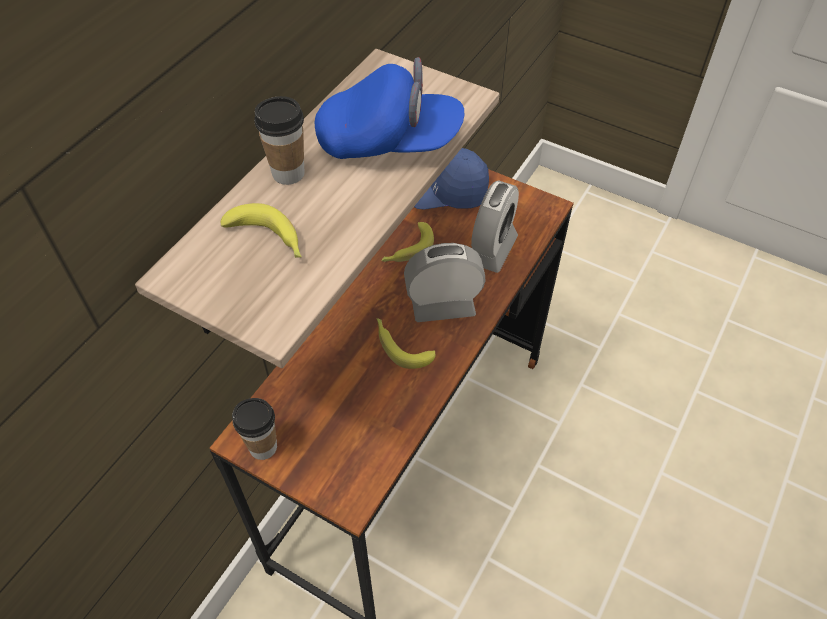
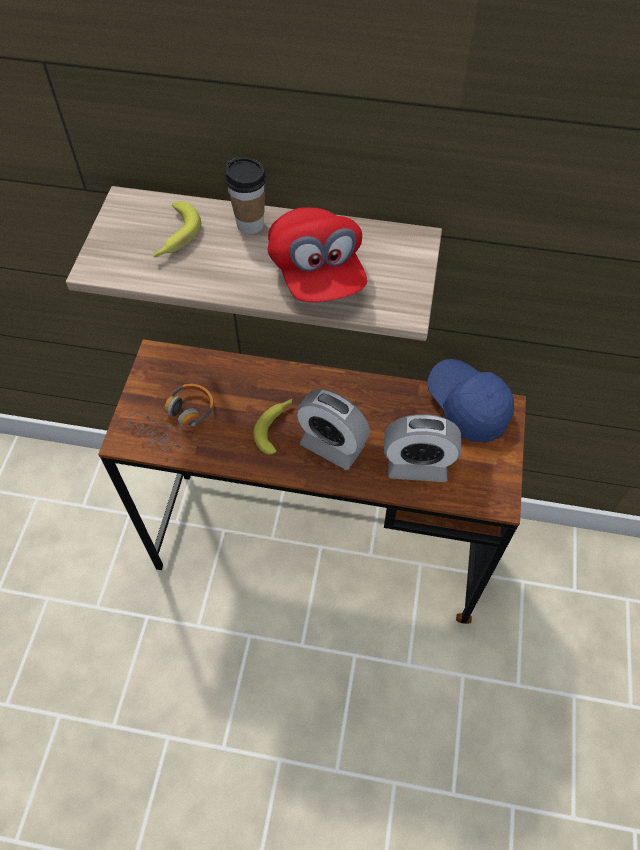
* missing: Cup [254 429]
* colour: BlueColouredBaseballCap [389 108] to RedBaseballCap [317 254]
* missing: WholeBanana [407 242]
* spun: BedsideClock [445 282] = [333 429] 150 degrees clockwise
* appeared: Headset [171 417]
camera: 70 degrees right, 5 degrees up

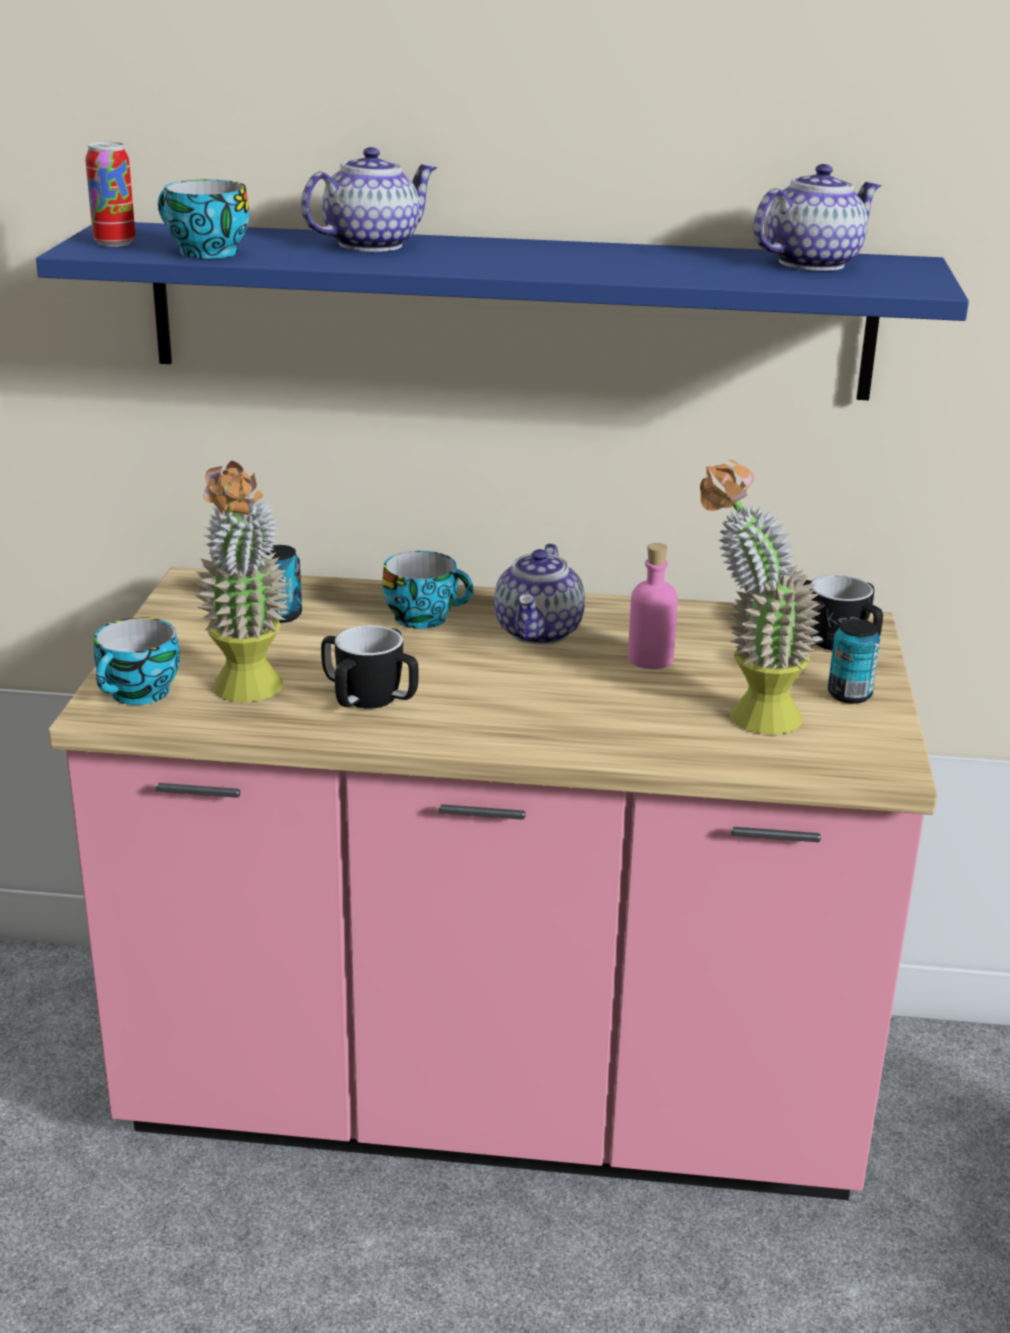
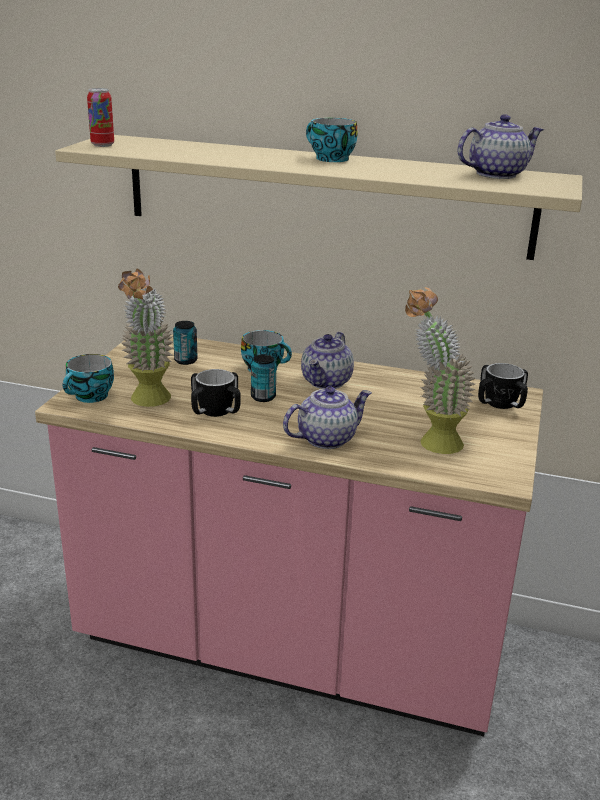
* colour: BlueColouredShelf [502 311] to BeigeColouredShelf [318 197]
* relocated: Cup [203 219] to [332 140]
* relocated: PotForTea [369 199] to [327 417]
* missing: PinkColouredBottle [653 606]
* relocated: MetalCan [854 661] to [263 378]
camera: 10 degrees right, 0 degrees up

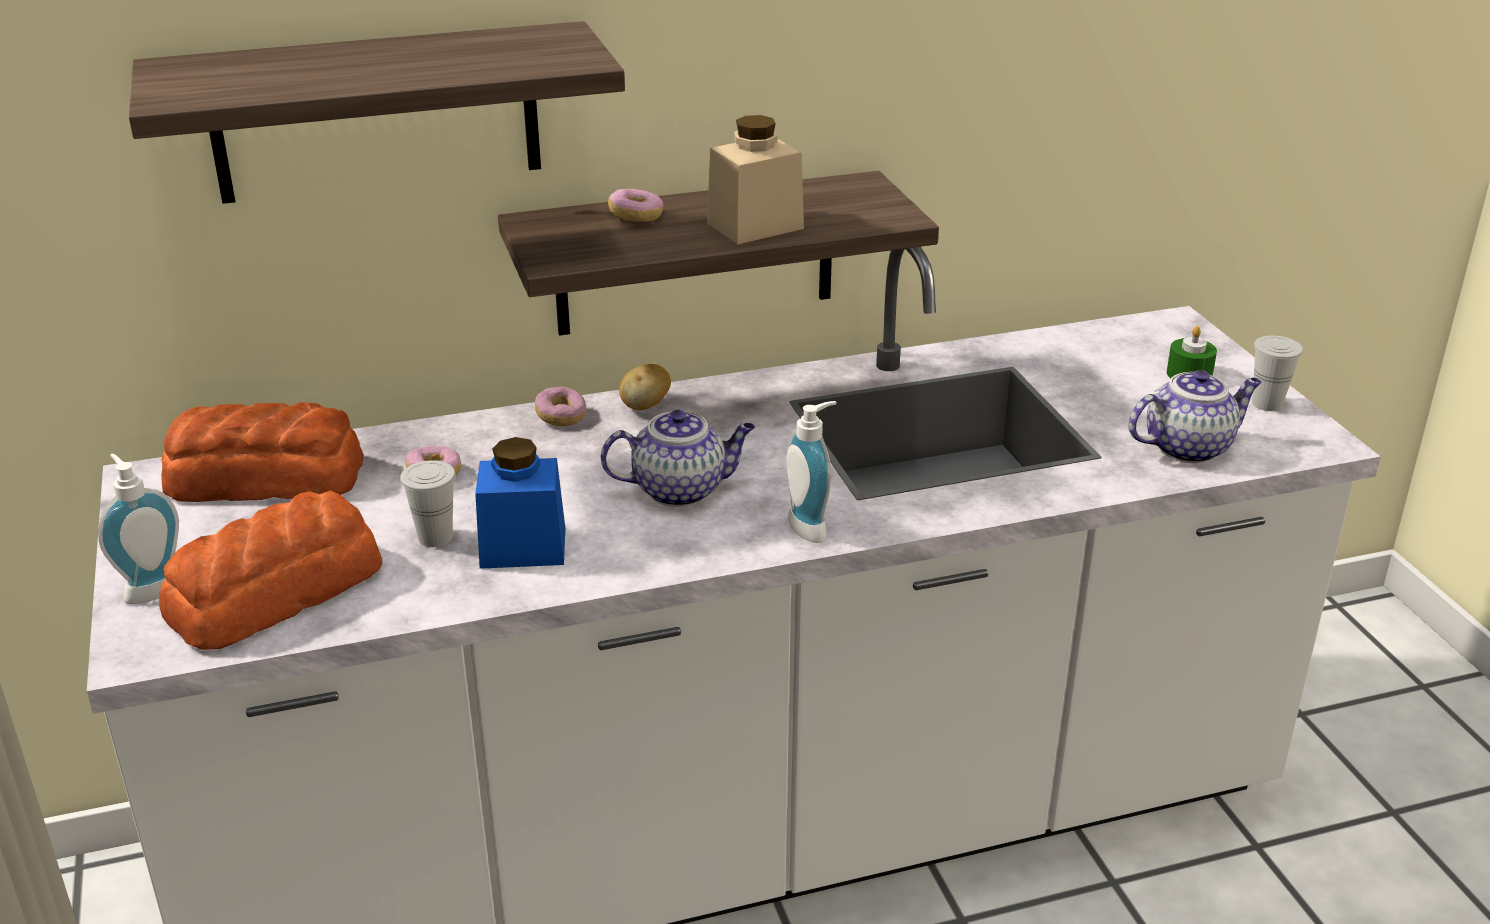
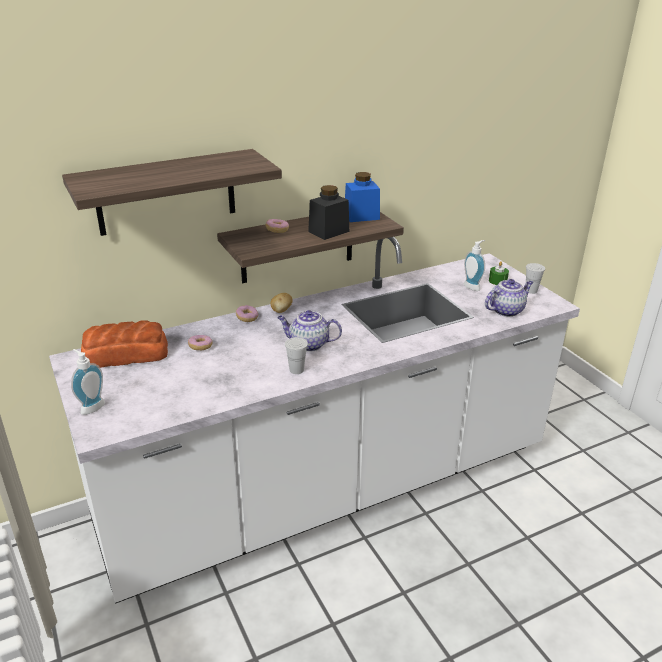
* missing: Bread [270 570]
* relocated: WhiteCup [428 503] to [296 355]
* relocated: BlueColouredPreserveJar [520 503] to [362 197]
* spun: PotForTea [678 458] = [309 331] 150 degrees counterclockwise
* colour: BeigeColouredPreserveJar [755 179] to BlackPreserveJar [328 212]
* relocated: SoapDispenser [812 472] to [474 265]
camera: 10 degrees left, 0 degrees up

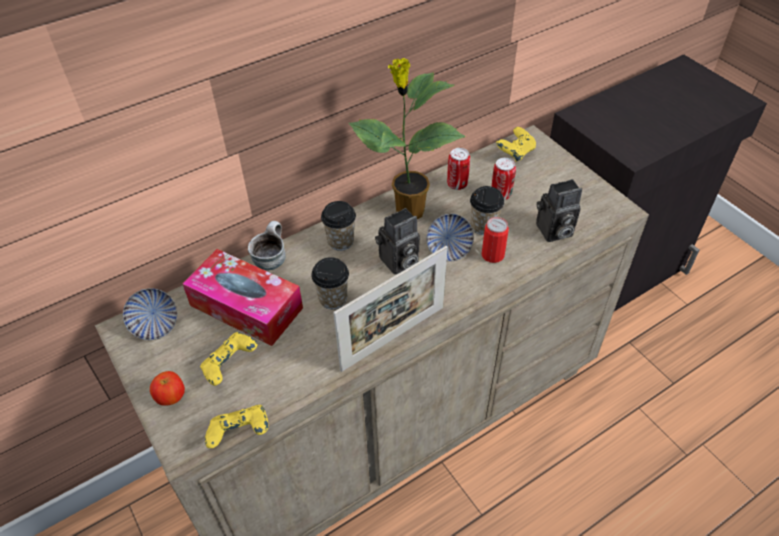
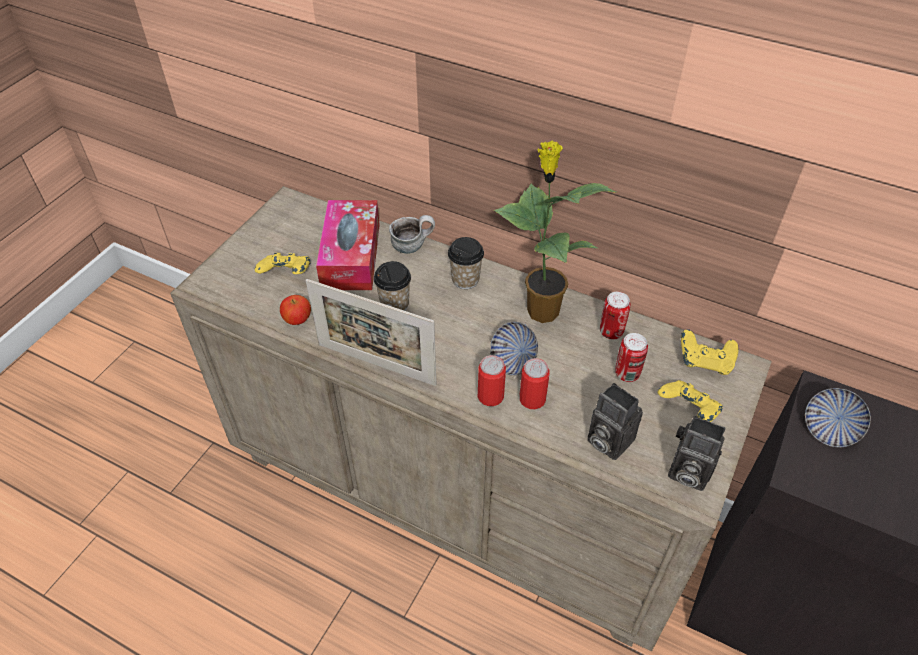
* relocated: DeepDish [150 314] to [838 417]
* relocated: WholeApple [167 388] to [295 310]
* relocated: YellowColouredGamepad [236 426] to [690 401]
* relocated: PhotoCamera [397 241] to [696 453]
* missing: Cup [487 210]
* appeared: MetalCan [492 380]
camera: 60 degrees right, 0 degrees up

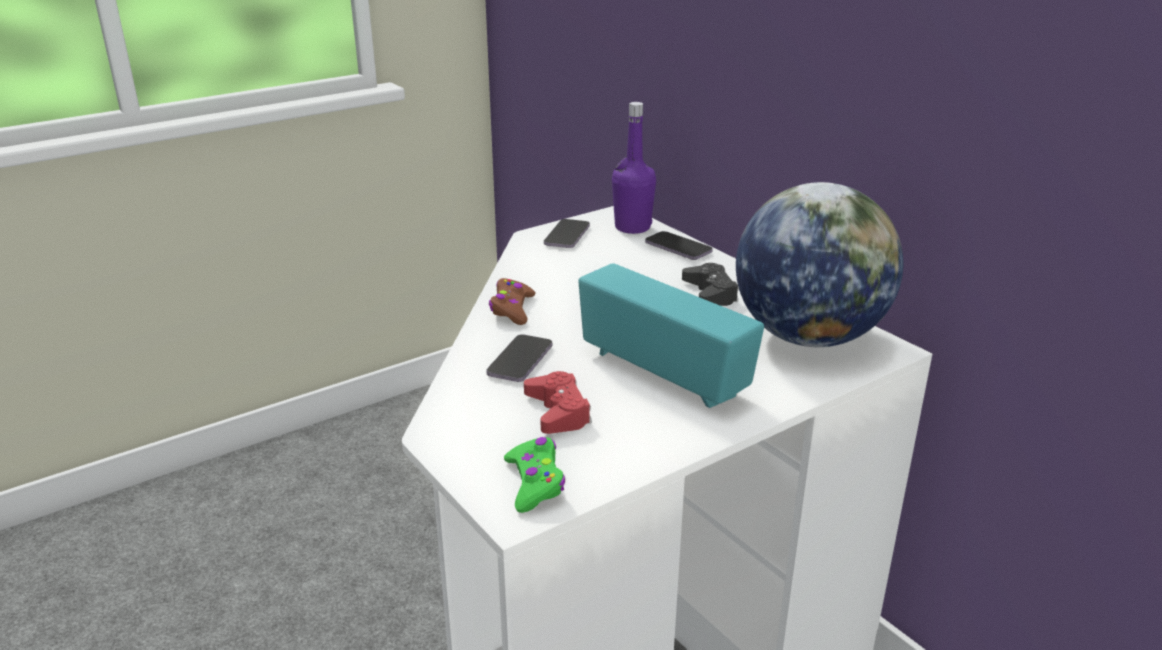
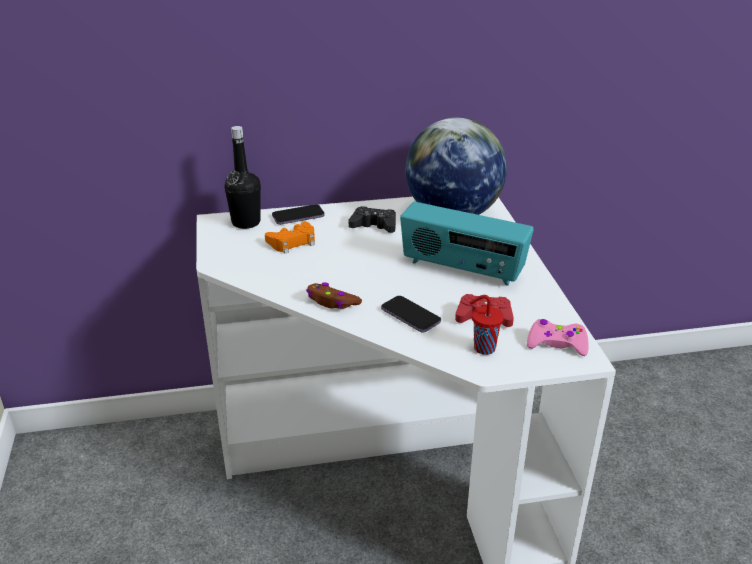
* colour: GreenishGamepad [534 475] to PinkColouredGamepad [558 337]
* missing: Handset [567 233]
* spun: RadioSet [671 336] = [467 244] 135 degrees counterclockwise
* colour: PurpleBottle [634 168] to BlackBottle [243 177]
* appeared: OrangeColouredGamepad [290 238]
* appeared: RedCup [487 325]
camera: 65 degrees left, 5 degrees up

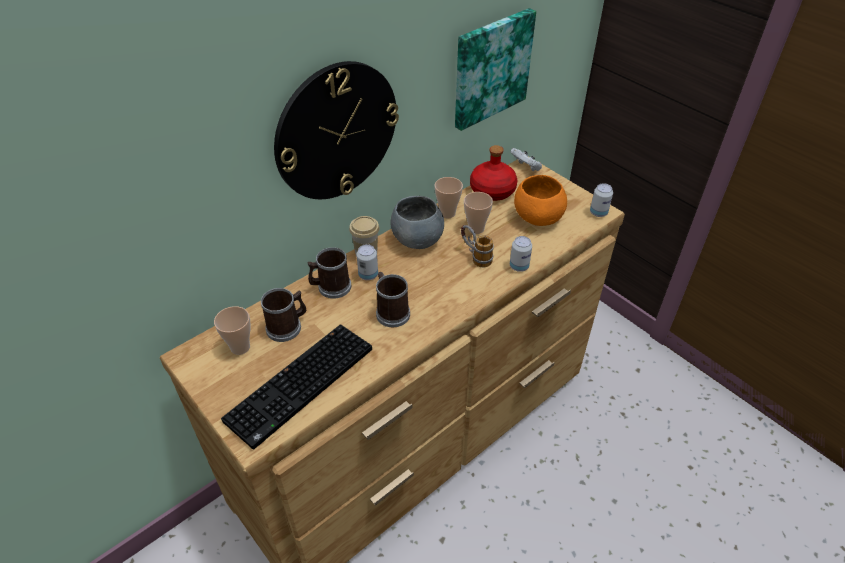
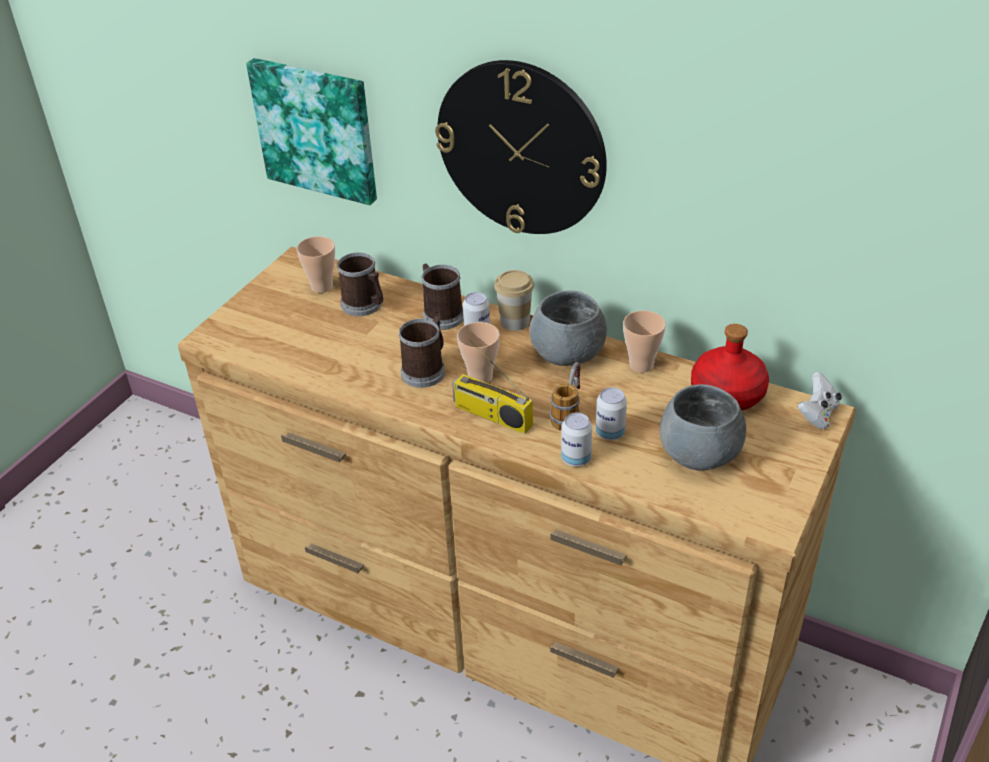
* missing: ComputerKeyboard [296 386]
* relocated: WallPicture [495 69] to [311 131]
* relocated: Cup [478 213] to [478 352]
* colour: OrangeColouredDeepDish [540 200] to GrayDeepDish [702 427]
* relocated: MetalCan [601 200] to [611 413]
* appeared: RadioSet [492 387]
camera: 70 degrees right, 5 degrees down

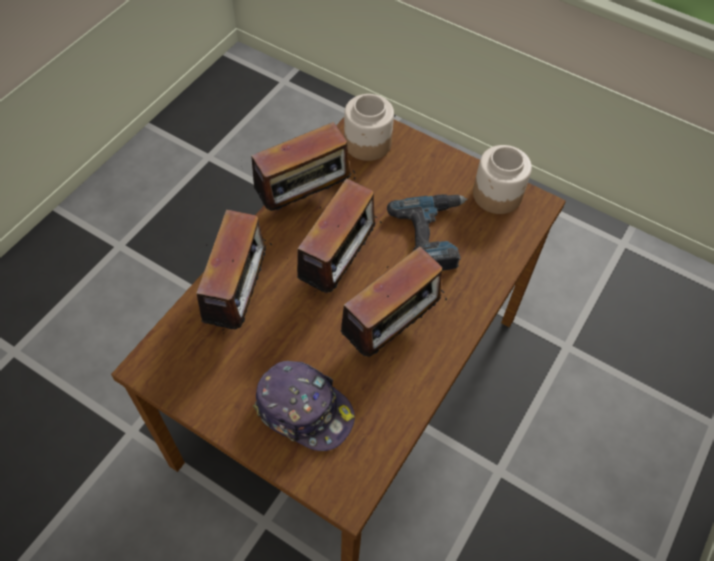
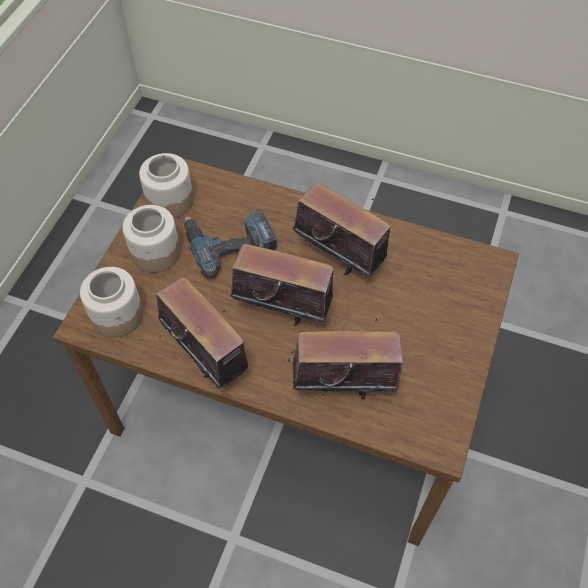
* missing: BaseballCap [304 406]
* appeared: PreserveJar [151 239]
camera: 100 degrees left, 0 degrees up

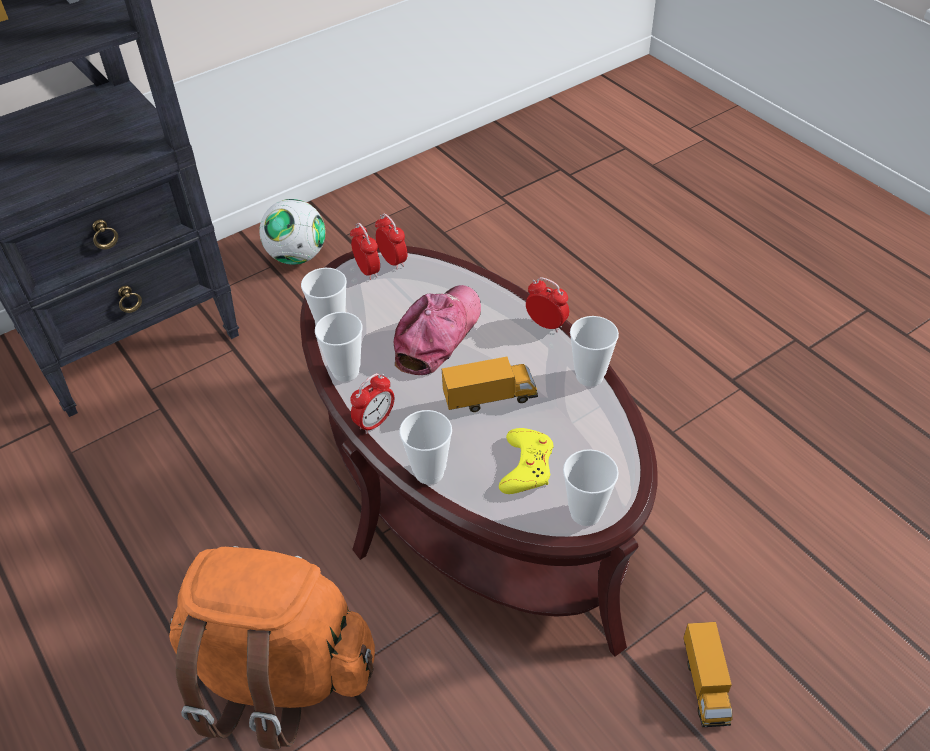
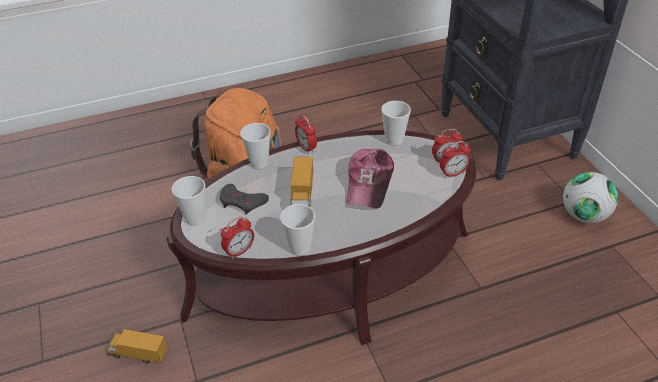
* missing: Cup [339 347]
* spun: BaseballCap [437 330] = [370 178] 60 degrees clockwise
* colour: YellowColouredGamepad [526 461] to GrayGamepad [244 199]
* relocated: BedsideClock [547 304] to [237 237]
camera: 105 degrees right, 5 degrees down

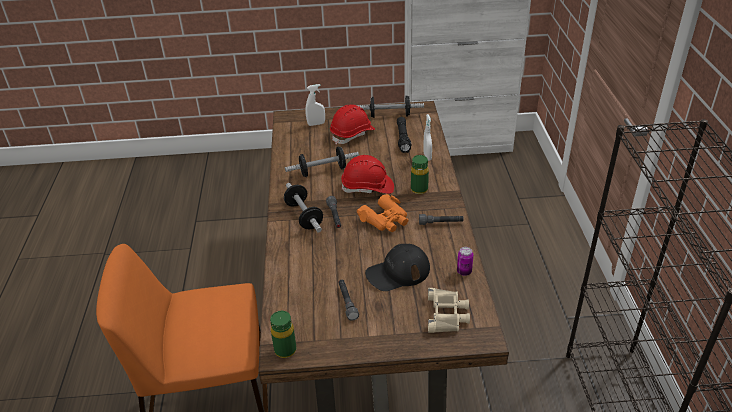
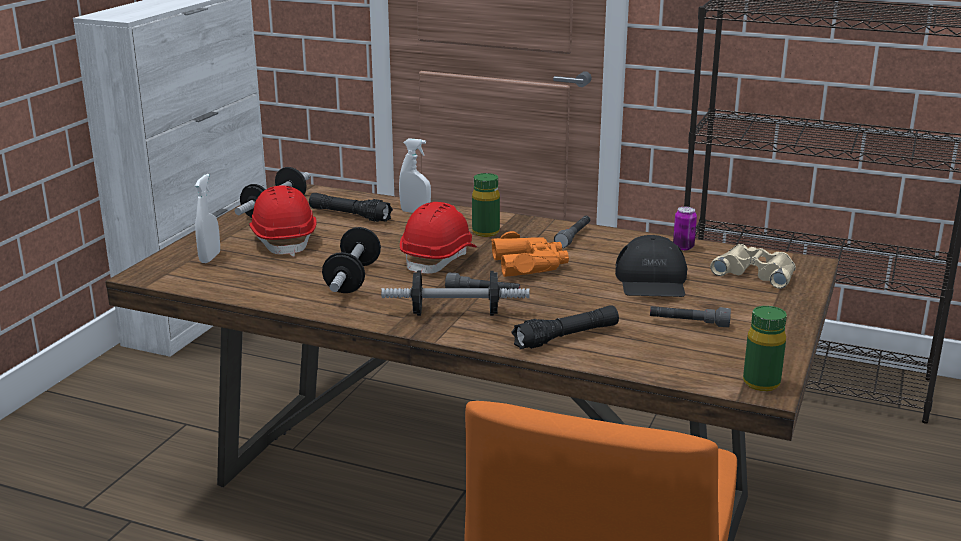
* appeared: BlackHandTorch [565 327]
camera: 65 degrees left, 15 degrees down

